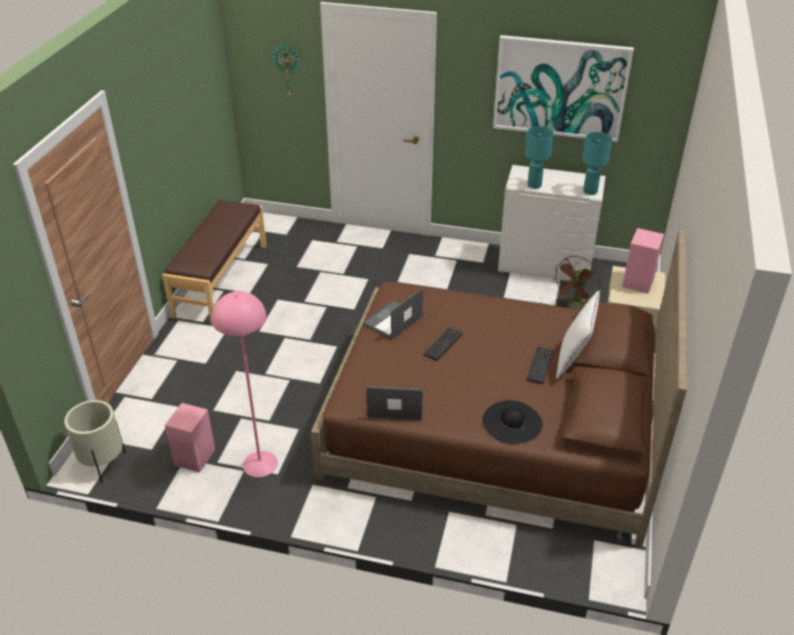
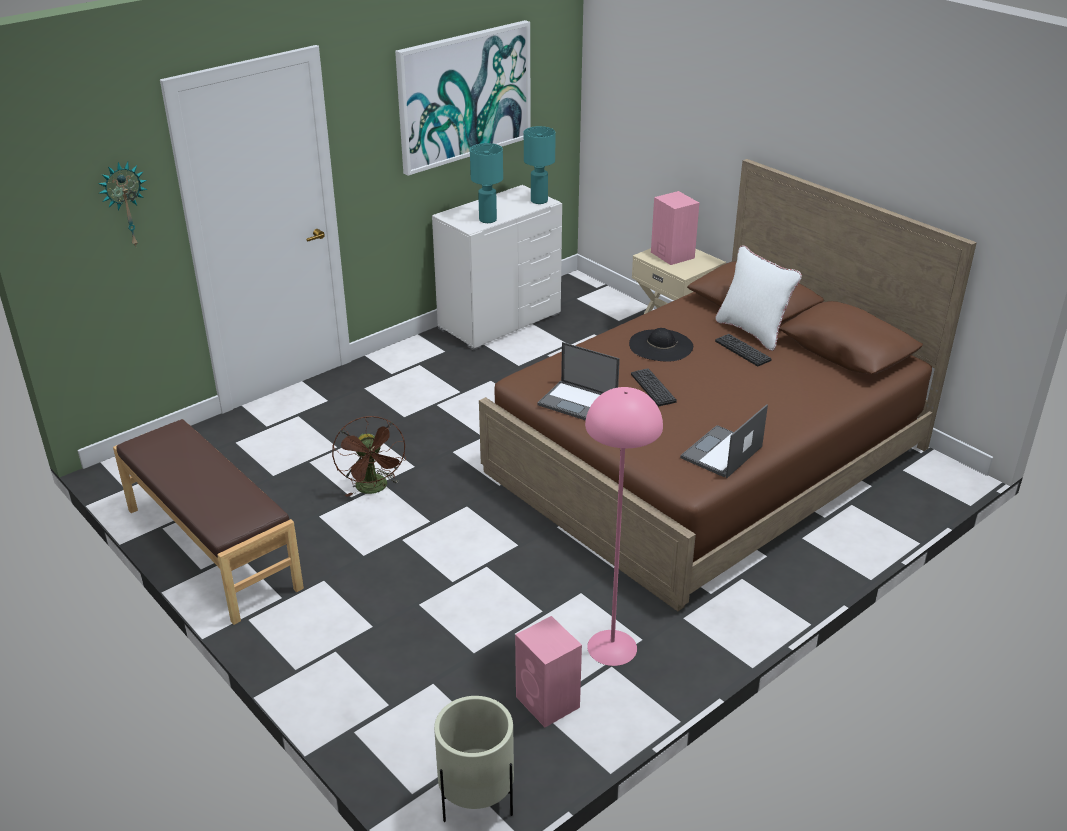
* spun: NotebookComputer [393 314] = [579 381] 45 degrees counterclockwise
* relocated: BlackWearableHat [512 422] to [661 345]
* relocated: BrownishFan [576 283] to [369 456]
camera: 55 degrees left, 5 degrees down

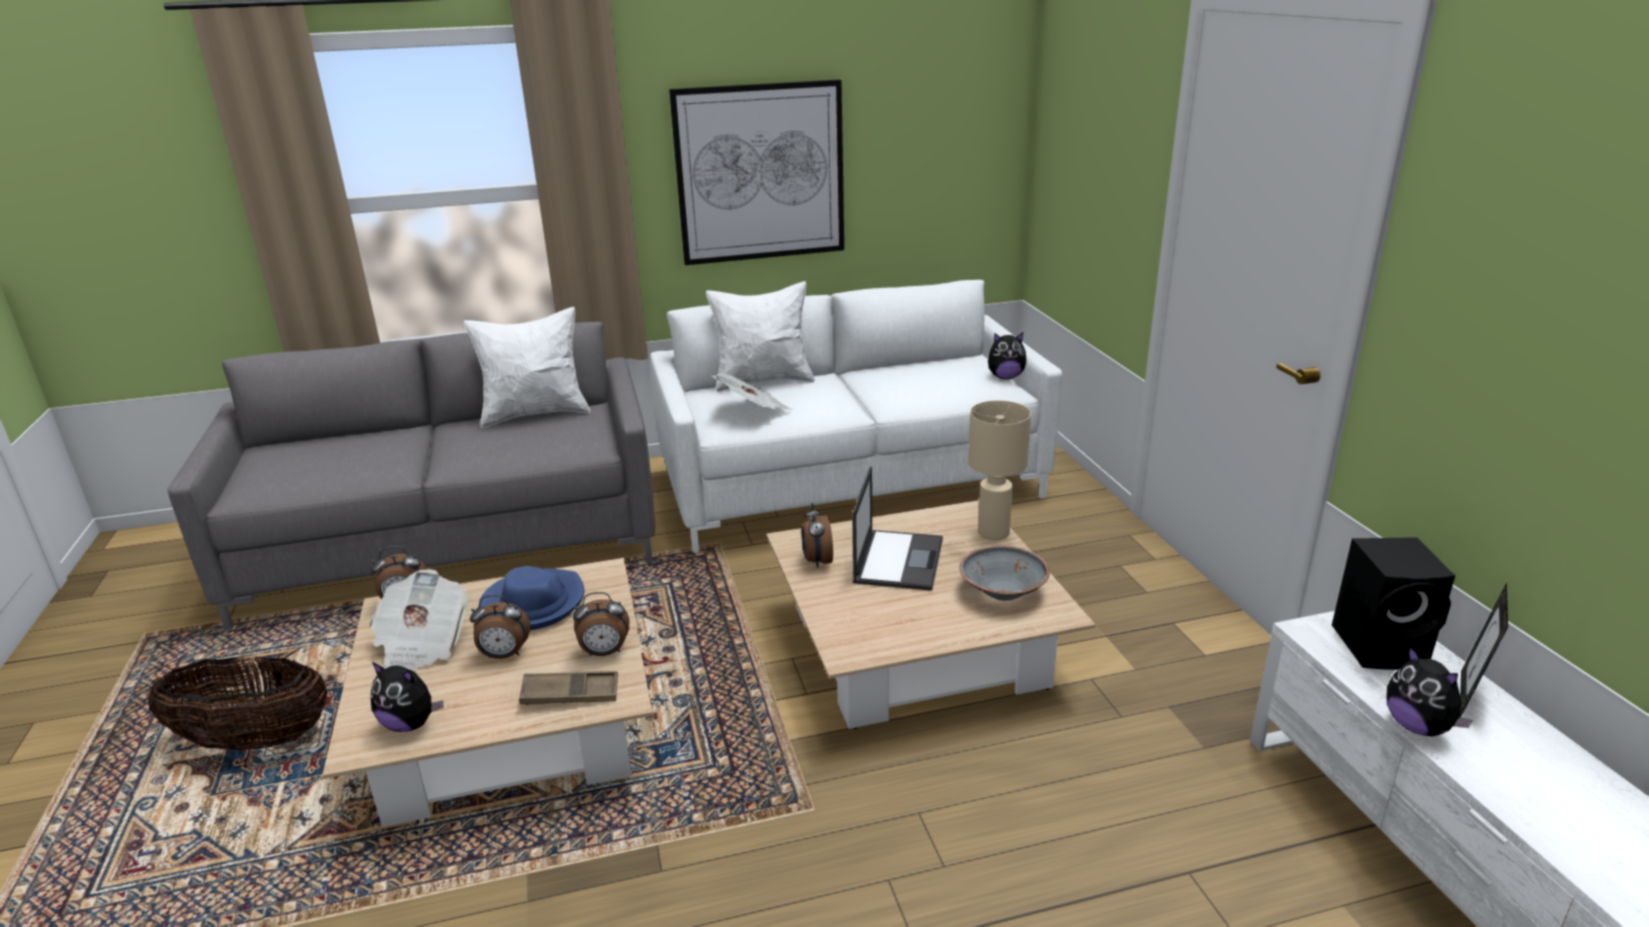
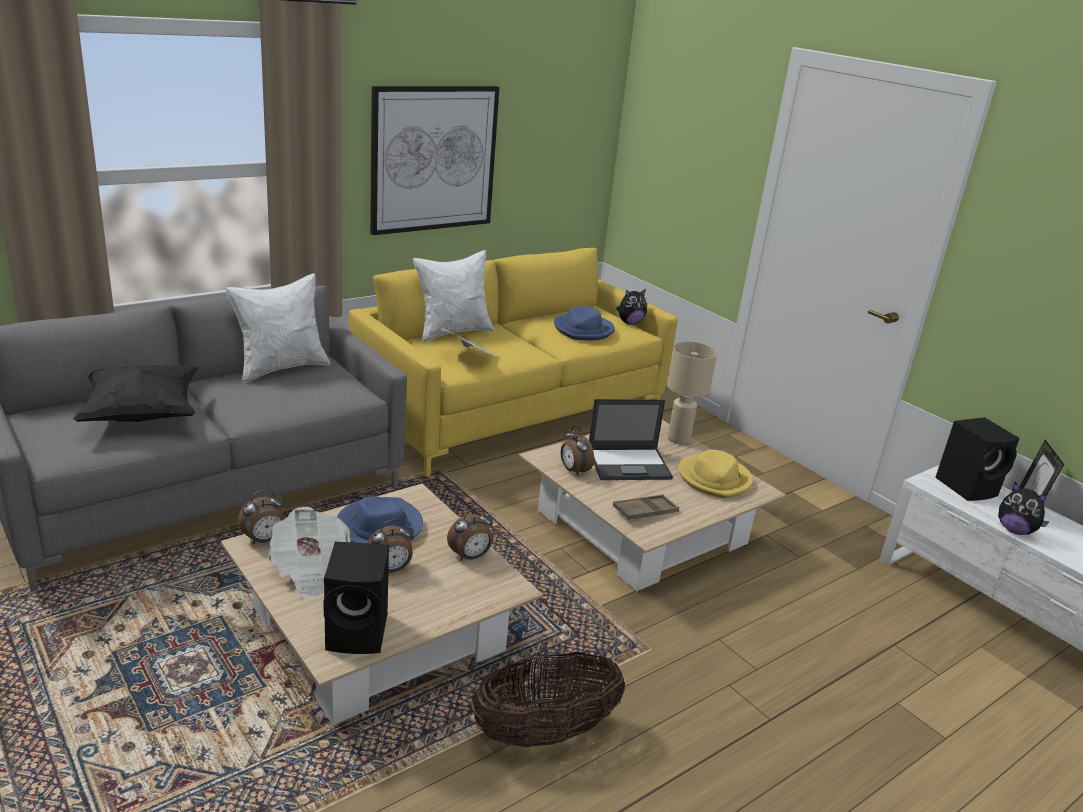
* relocated: HouseholdBasket [237 703] to [548 700]
* exchanged: CuddlyToy [407 697] to BlackAudioSpeaker [356 598]
* relocated: BrownishServingTray [568 688] to [646 507]
* colour: WhiteCouch [856 416] to YellowColouredCouch [513 362]
* spun: NotebookComputer [897 528] = [631 439] 90 degrees clockwise
* exchanged: GrayDeepDish [1004 573] to YellowColouredWearableHat [715 474]
* appeared: BlackPillow [136 393]
* appeared: BlueColouredWearableHat [584 323]
camera: 25 degrees left, 0 degrees up

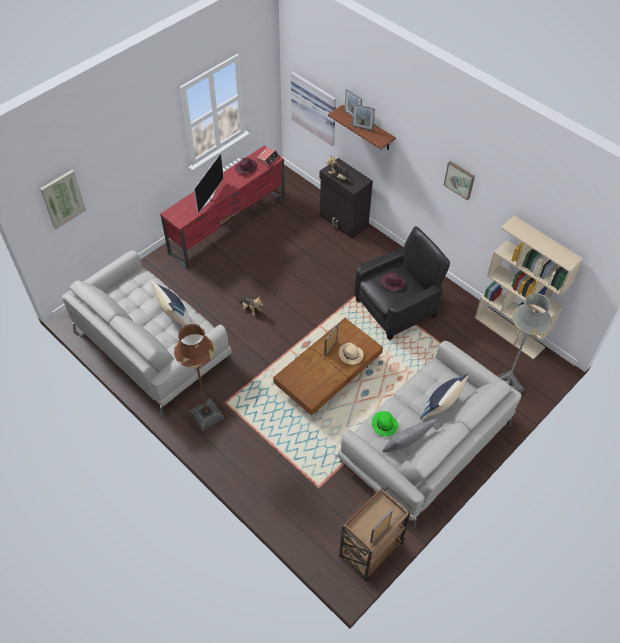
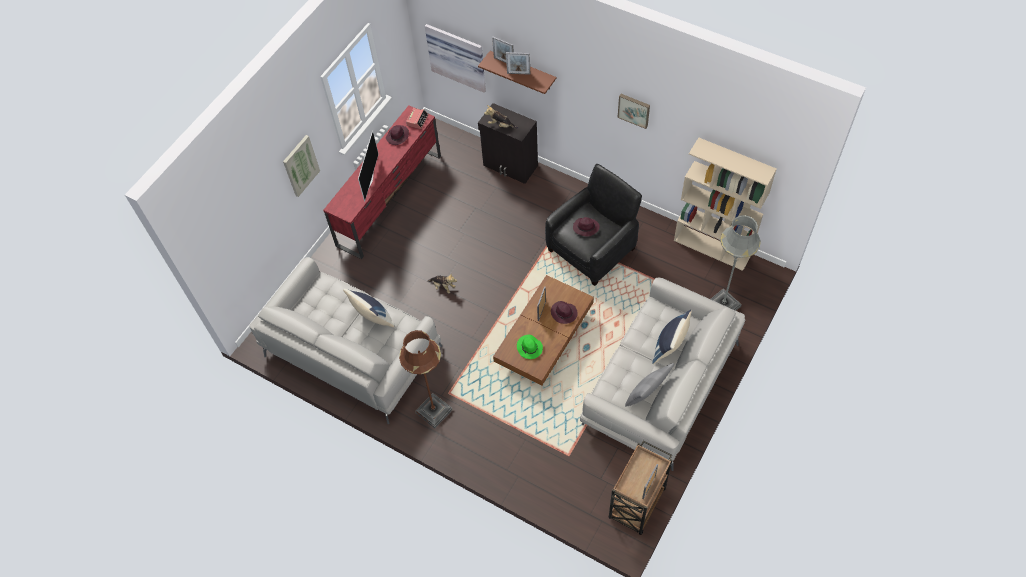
* relocated: WallPicture [63 199] to [301 166]
* colour: BeigeColouredWearableHat [351 354] to PurpleWearableHat [564 312]
* relocated: GreenishWearableHat [385 424] to [530 347]
camera: 10 degrees left, 5 degrees up

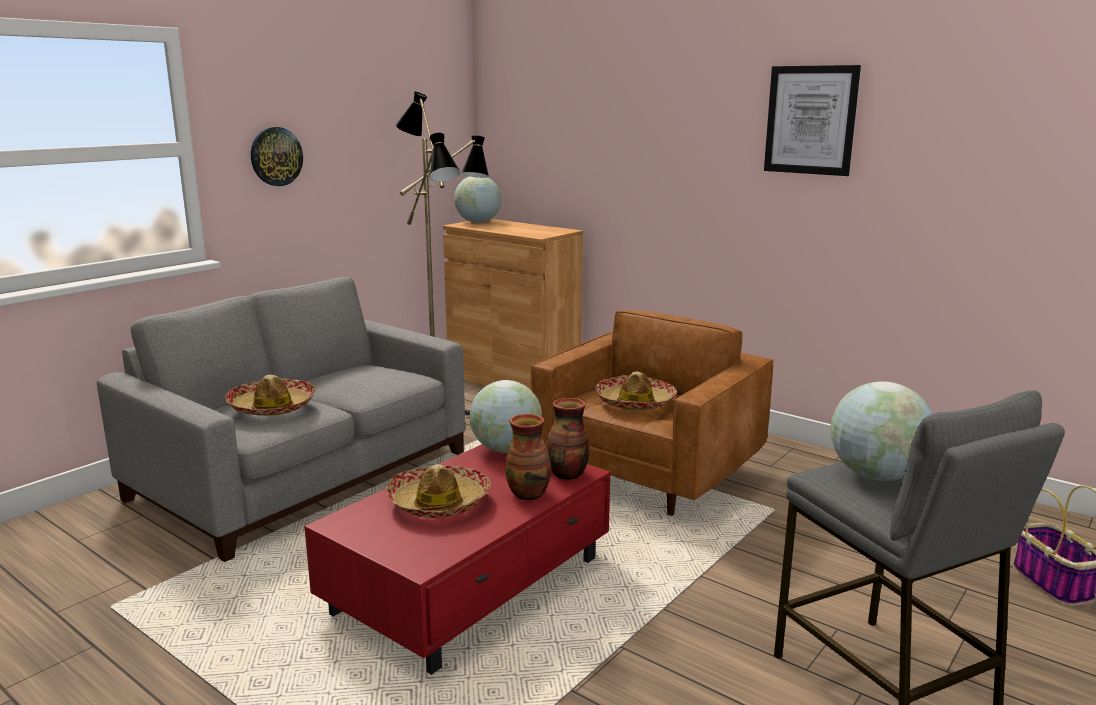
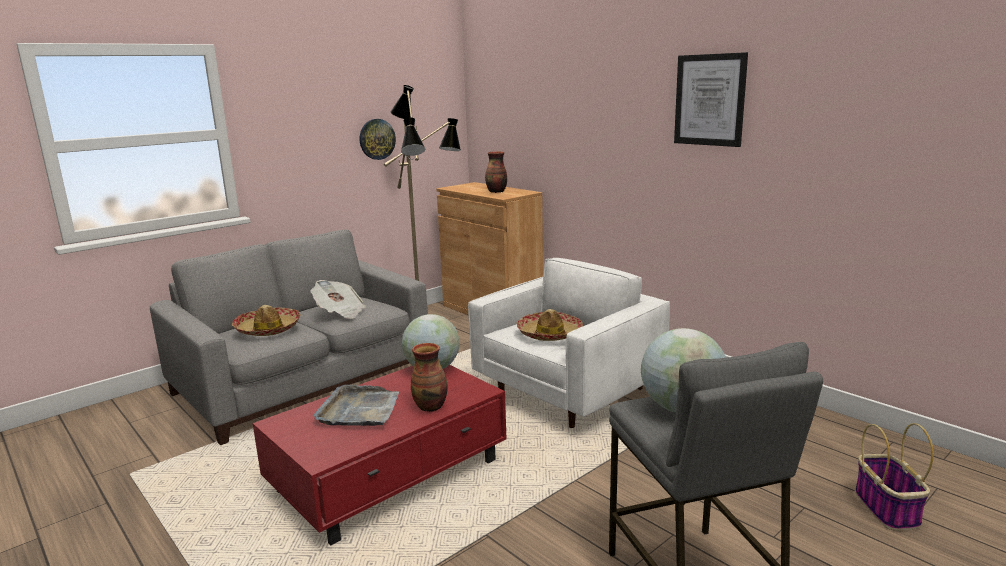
* relocated: WallClock [277 156] to [378 139]
* exchanged: WearableHat [438 491] to GrayServingTray [356 405]
* missing: Globe [477 200]
* colour: BrownishEasyChair [652 413] to WhiteEasyChair [569 343]
* relocated: FlowerVase [567 439] to [496 172]
* appeared: Newspaper [338 299]
camera: 10 degrees right, 0 degrees up

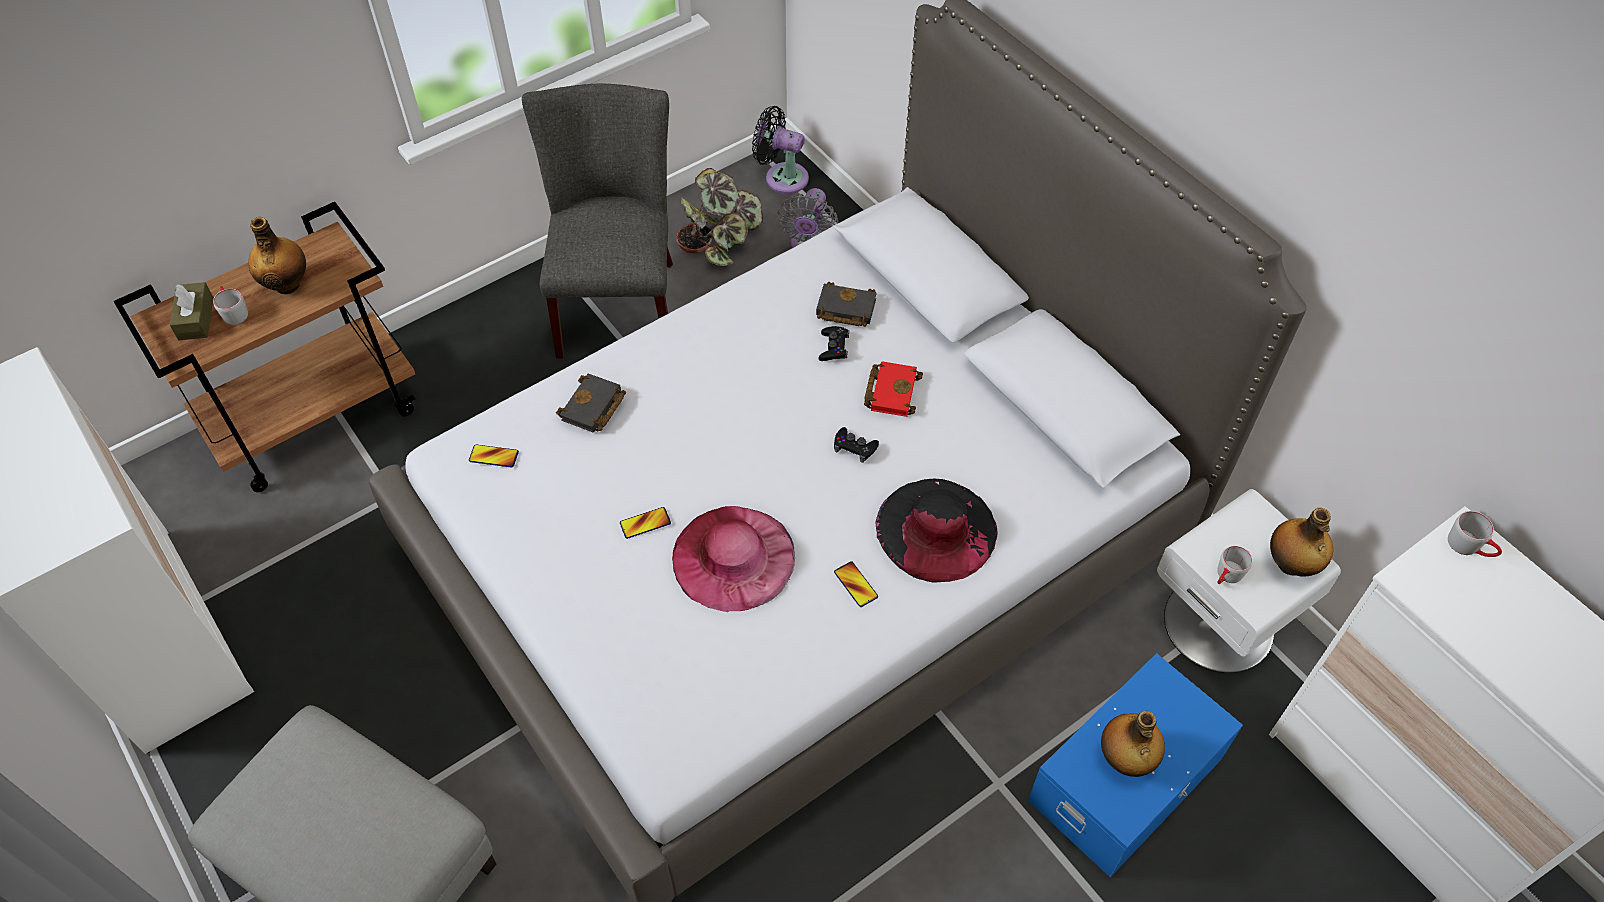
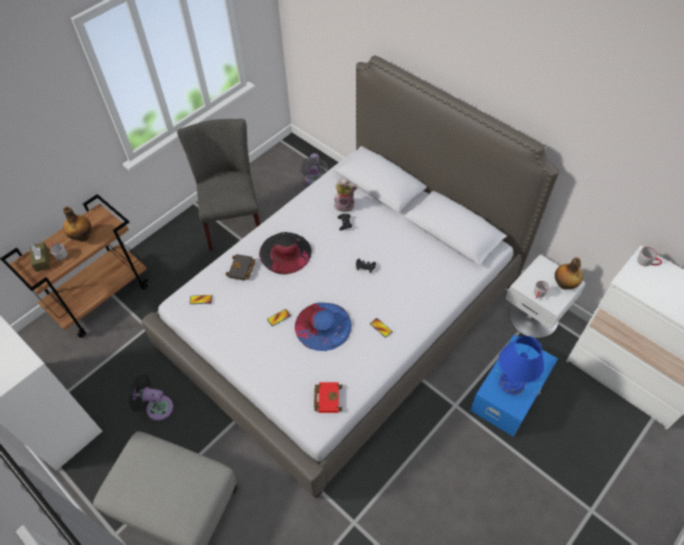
* colour: PinkColouredWearableHat [733 559] to BlueColouredWearableHat [323 327]
* missing: PottedPlant [719 217]
* relocated: BlackFan [780 150] to [151 398]
* exchanged: BlackBoundBook [846 304] to CuddlyToy [346 195]
* relocated: RedBoundBook [893 389] to [328 397]
* relocated: BlackWearableHat [936 530] to [285 253]
* exchanged: Bottle [1133 744] to BlueColouredTableLamp [521 365]
camera: 10 degrees left, 0 degrees up

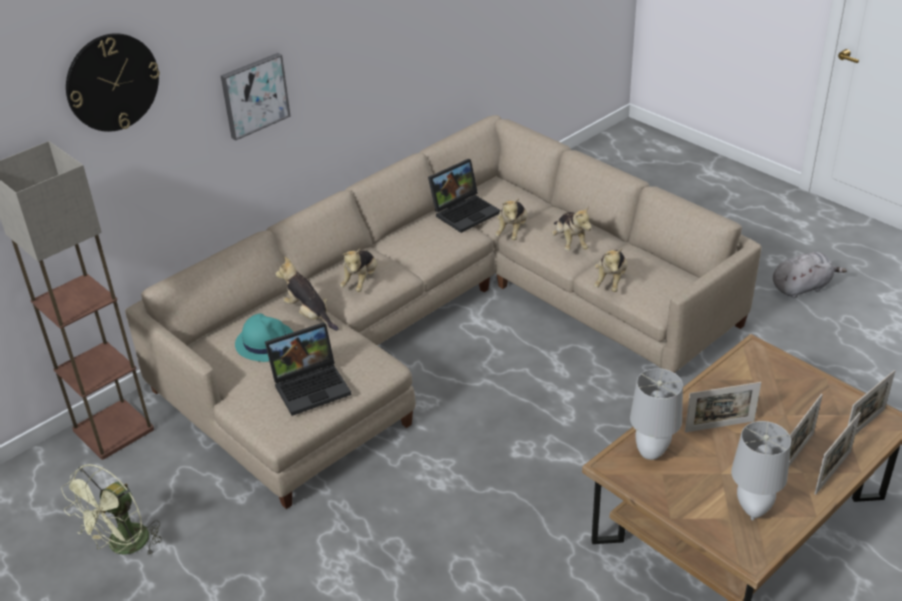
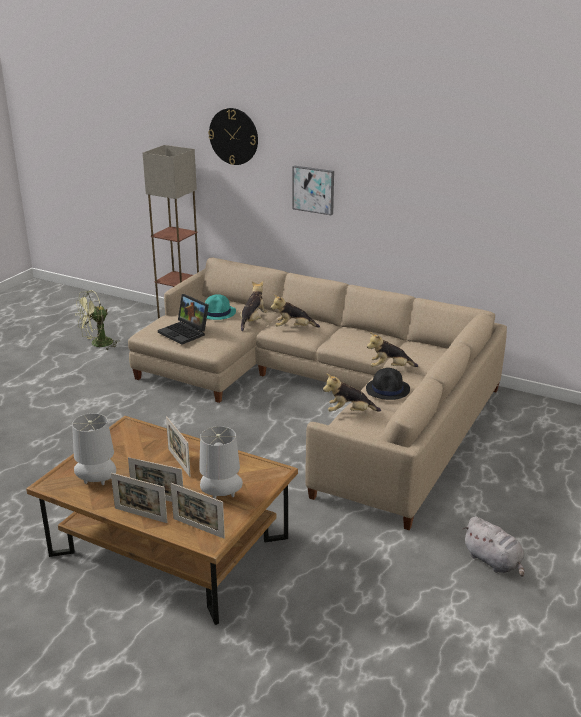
* spun: GreenishFan [111 510] = [97 320] 45 degrees counterclockwise
* missing: NotebookComputer [464 196]
* exchanged: CuddlyToy [572 228] to BlackWearableHat [388 384]
* relocated: GrayTableLamp [656 414] to [221 462]
camera: 70 degrees right, 10 degrees down

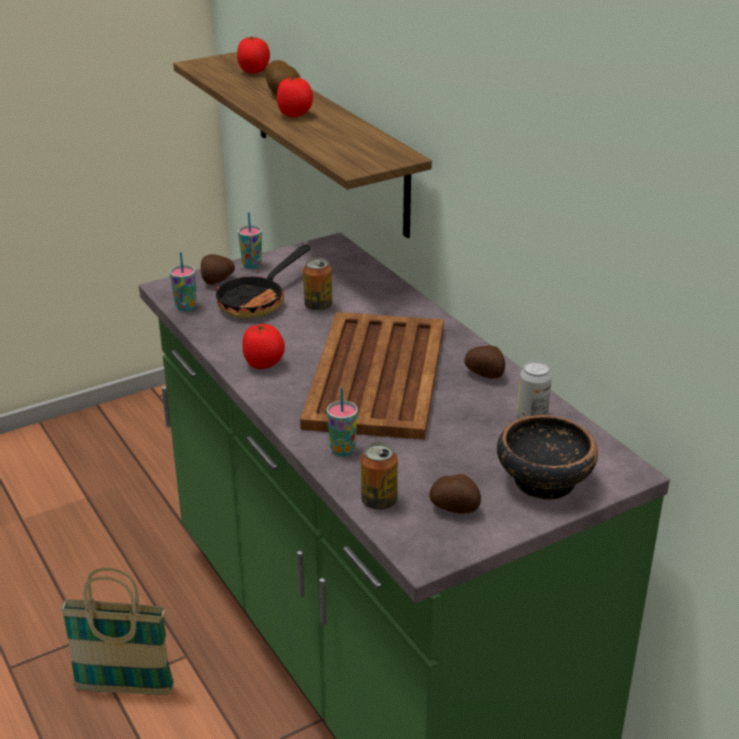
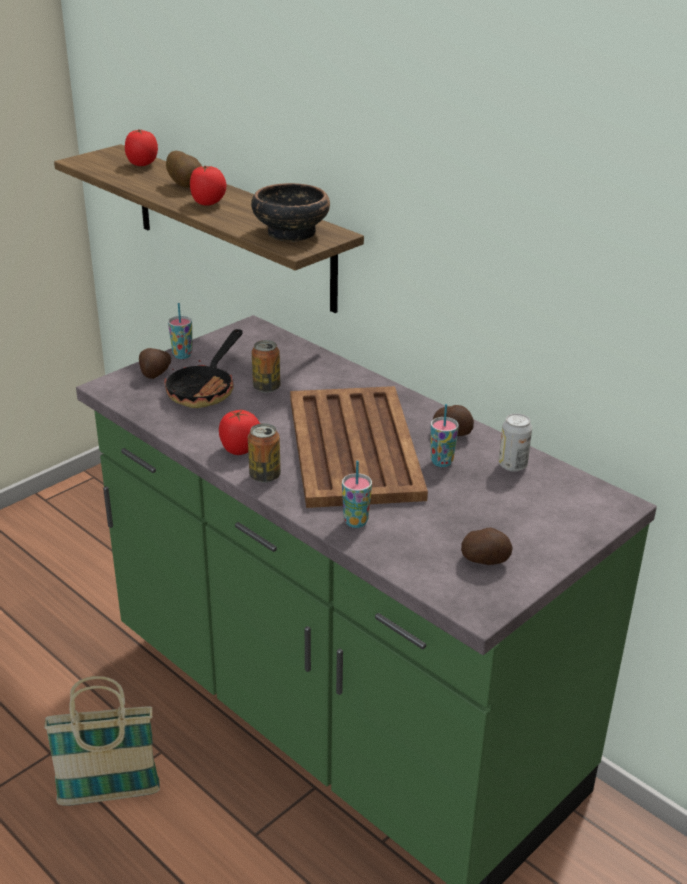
* relocated: Cup [183 281] to [445 435]
* relocated: MetalCan [379 476] to [264 453]
* relocated: DeepDish [547 457] to [290 212]
camera: 15 degrees left, 0 degrees up

